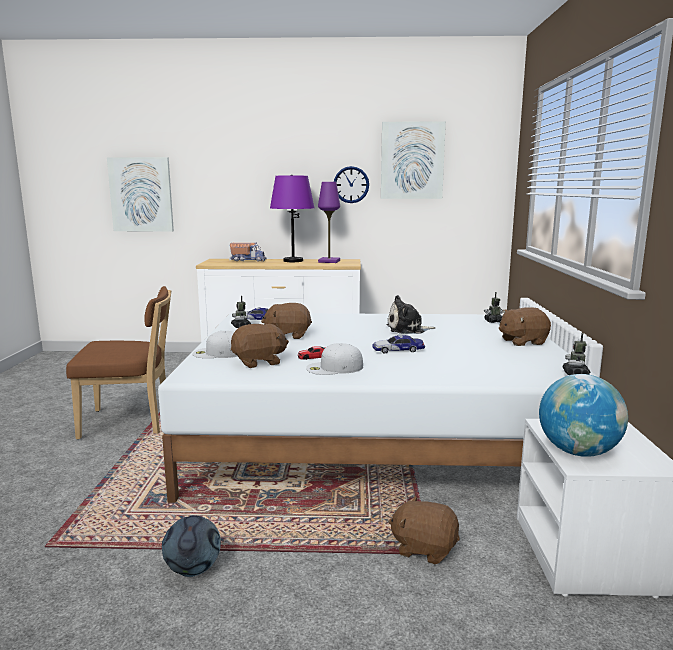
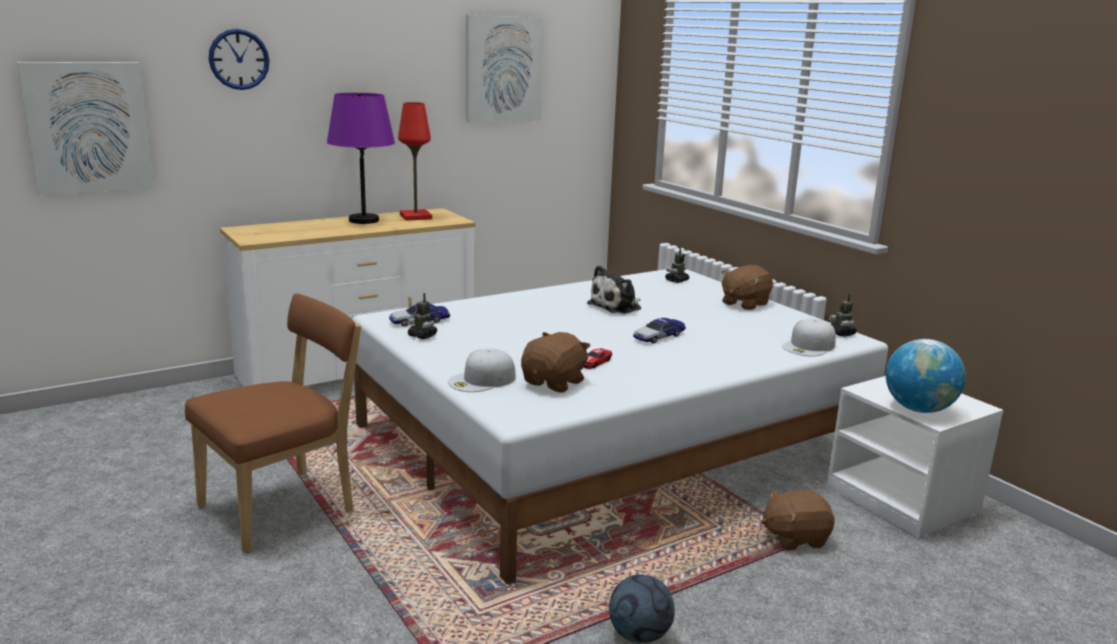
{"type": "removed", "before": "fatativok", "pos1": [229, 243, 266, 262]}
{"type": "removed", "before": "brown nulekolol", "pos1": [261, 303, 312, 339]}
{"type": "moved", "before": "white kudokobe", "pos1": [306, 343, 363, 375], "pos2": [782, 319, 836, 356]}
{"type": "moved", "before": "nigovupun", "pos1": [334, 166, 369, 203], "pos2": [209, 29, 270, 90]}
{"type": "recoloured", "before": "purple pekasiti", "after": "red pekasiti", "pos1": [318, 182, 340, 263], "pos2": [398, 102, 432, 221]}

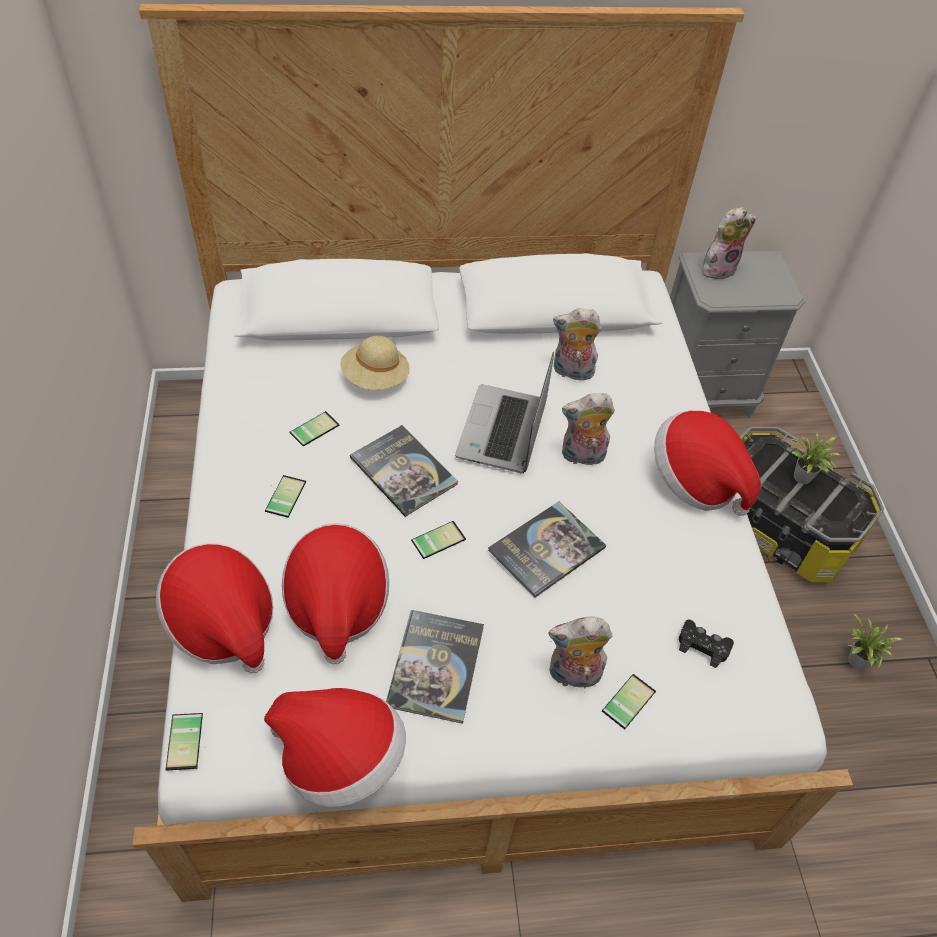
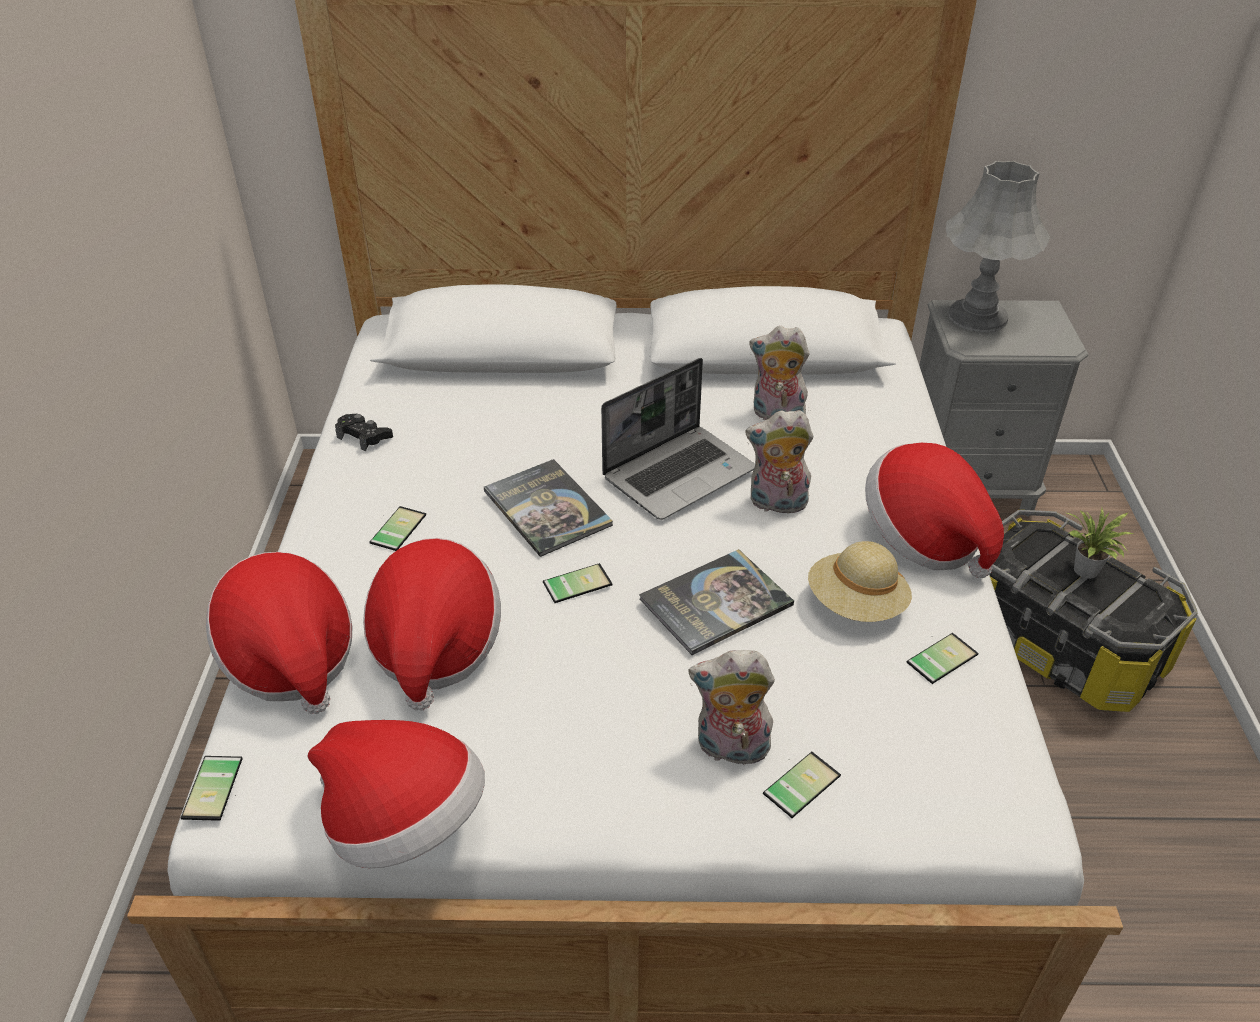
{"type": "removed", "before": "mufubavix", "pos1": [386, 610, 484, 724]}
{"type": "removed", "before": "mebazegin", "pos1": [848, 614, 903, 669]}
{"type": "moved", "before": "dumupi", "pos1": [290, 411, 340, 447], "pos2": [906, 633, 979, 684]}
{"type": "moved", "before": "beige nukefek", "pos1": [340, 336, 410, 390], "pos2": [808, 541, 912, 622]}
{"type": "moved", "before": "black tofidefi", "pos1": [679, 619, 734, 668], "pos2": [335, 414, 393, 452]}
{"type": "replaced", "before": "nulekolol", "after": "grey pekasiti", "pos1": [702, 207, 757, 279], "pos2": [946, 161, 1050, 332]}
{"type": "turned", "before": "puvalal", "pos1": [455, 352, 554, 473], "pos2": [601, 358, 755, 520], "turn": -150}

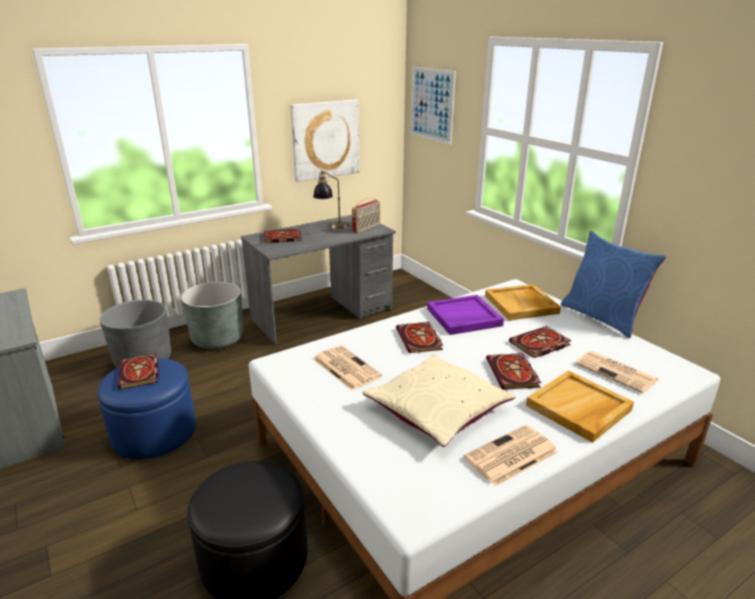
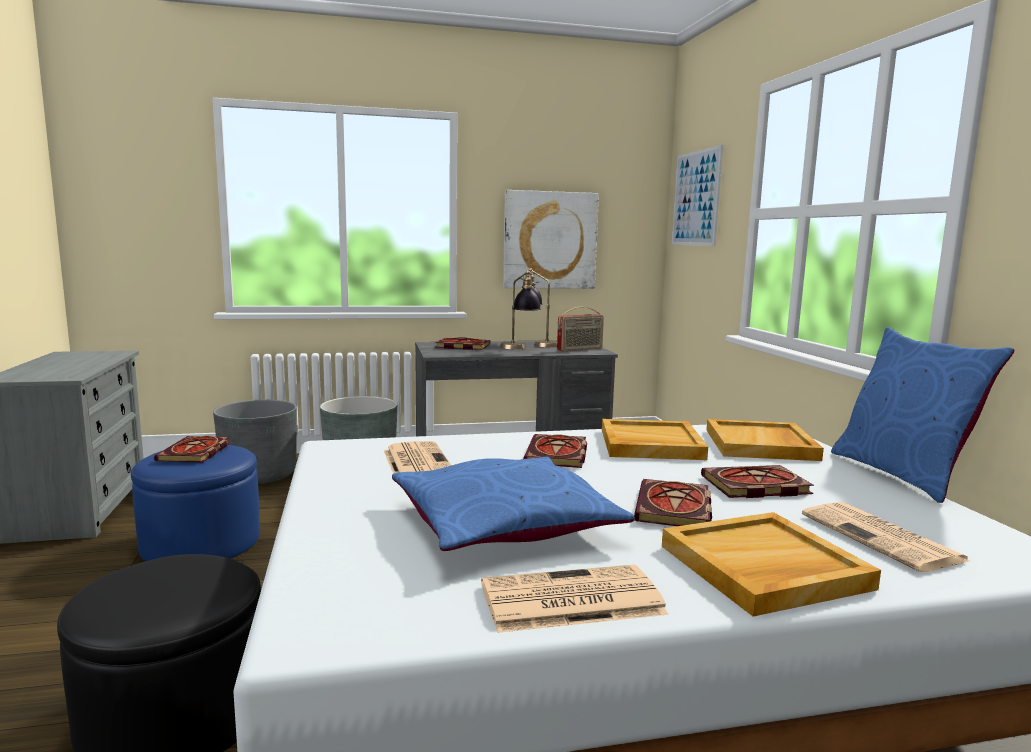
{"type": "added", "after": "pekasiti", "pos2": [500, 270, 541, 349]}
{"type": "recoloured", "before": "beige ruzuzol", "after": "blue ruzuzol", "pos1": [363, 354, 515, 447], "pos2": [392, 457, 635, 551]}
{"type": "recoloured", "before": "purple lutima", "after": "beige lutima", "pos1": [427, 295, 504, 335], "pos2": [602, 419, 708, 460]}

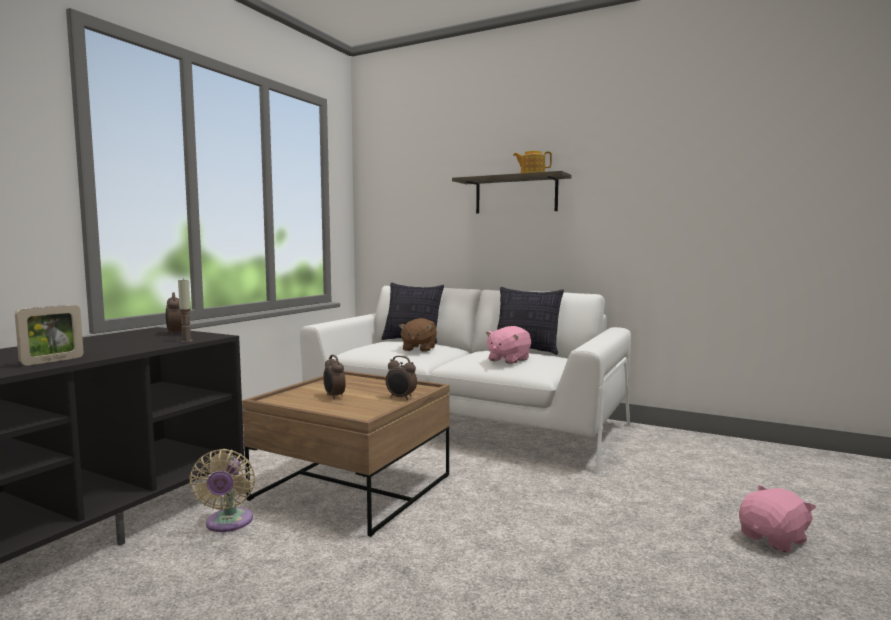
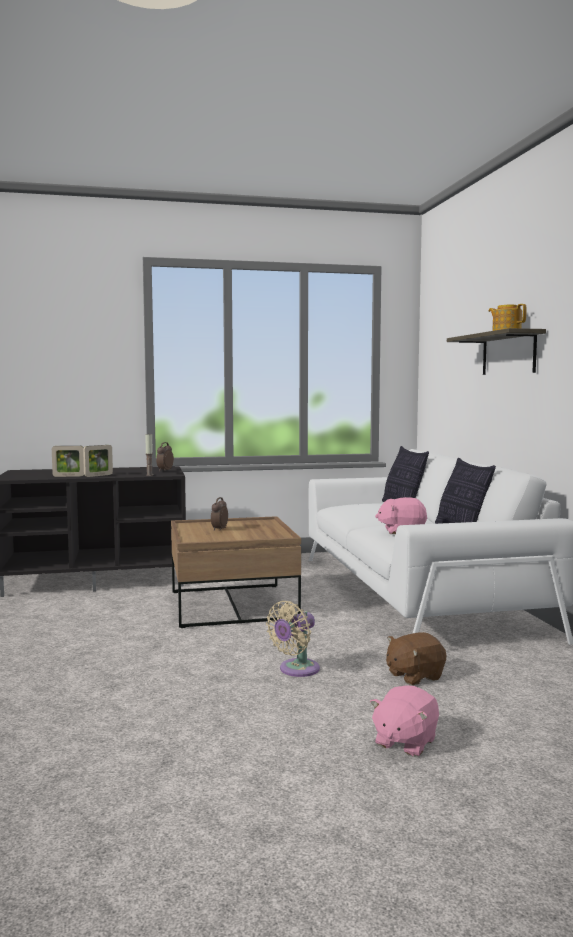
{"type": "removed", "before": "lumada", "pos1": [386, 356, 417, 400]}
{"type": "added", "after": "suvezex", "pos2": [83, 445, 113, 477]}
{"type": "moved", "before": "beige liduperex", "pos1": [189, 449, 255, 532], "pos2": [266, 601, 320, 677]}
{"type": "moved", "before": "brown nulekolol", "pos1": [399, 318, 437, 352], "pos2": [386, 632, 446, 685]}
{"type": "turned", "before": "pink nulekolol", "pos1": [739, 485, 816, 553], "pos2": [370, 685, 439, 757], "turn": 105}

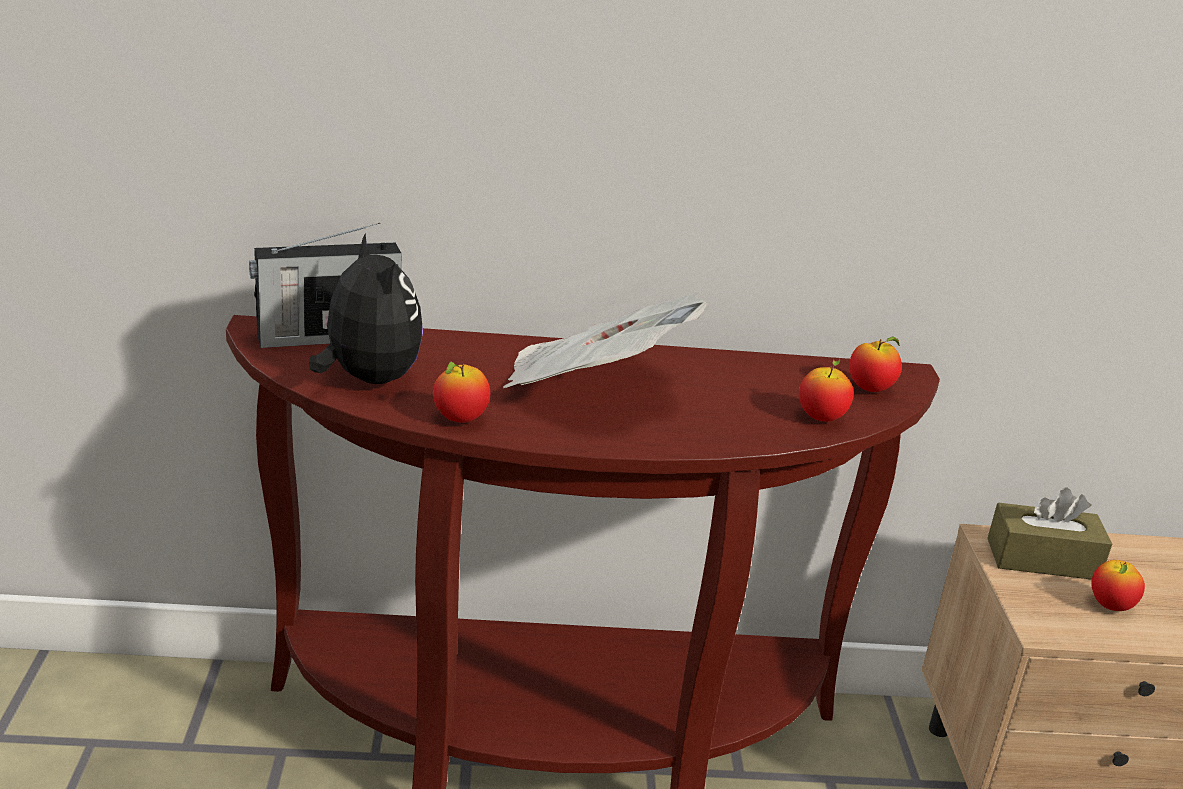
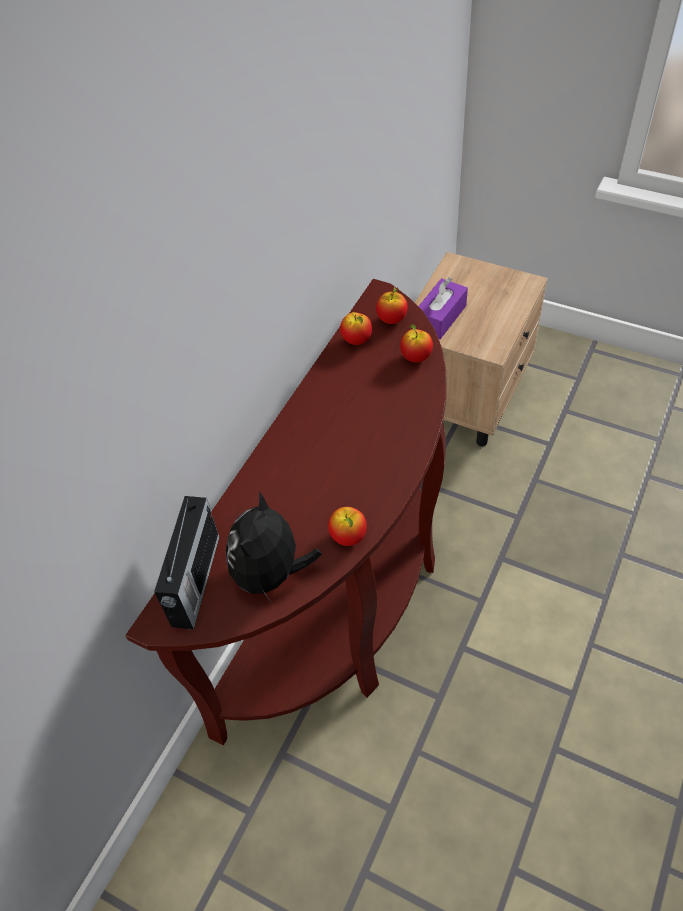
{"type": "removed", "before": "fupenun", "pos1": [503, 293, 707, 388]}
{"type": "moved", "before": "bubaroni", "pos1": [1092, 560, 1145, 611], "pos2": [340, 312, 372, 345]}
{"type": "recoloured", "before": "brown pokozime", "after": "purple pokozime", "pos1": [987, 487, 1112, 580], "pos2": [418, 278, 468, 339]}
{"type": "turned", "before": "nulekolol", "pos1": [309, 233, 423, 384], "pos2": [225, 491, 322, 606], "turn": -75}

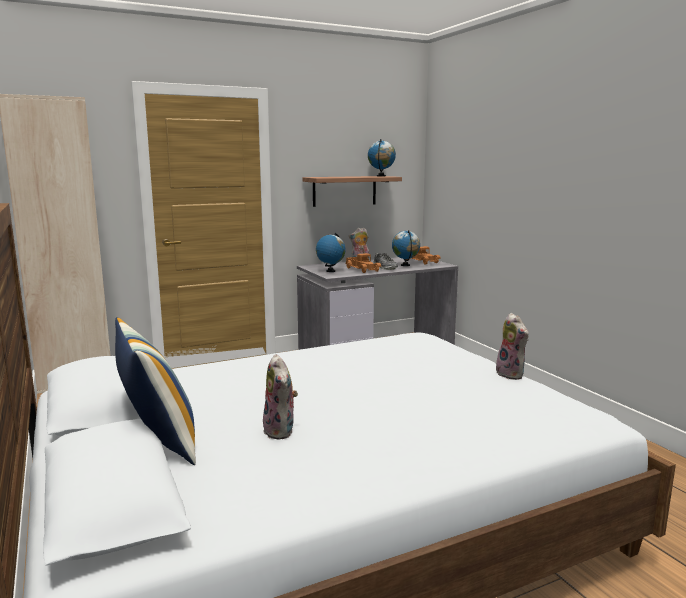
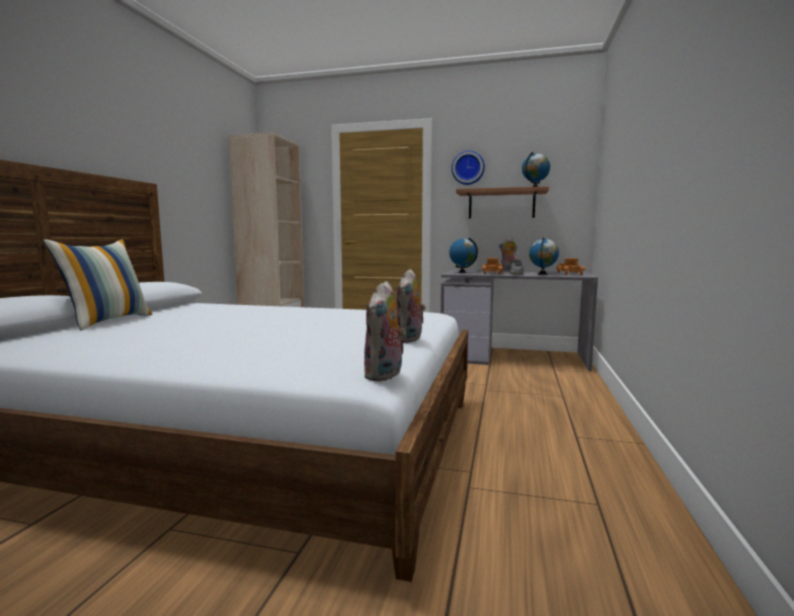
{"type": "added", "after": "nigovupun", "pos2": [452, 151, 485, 185]}
{"type": "moved", "before": "nulekolol", "pos1": [263, 354, 298, 440], "pos2": [364, 281, 406, 381]}

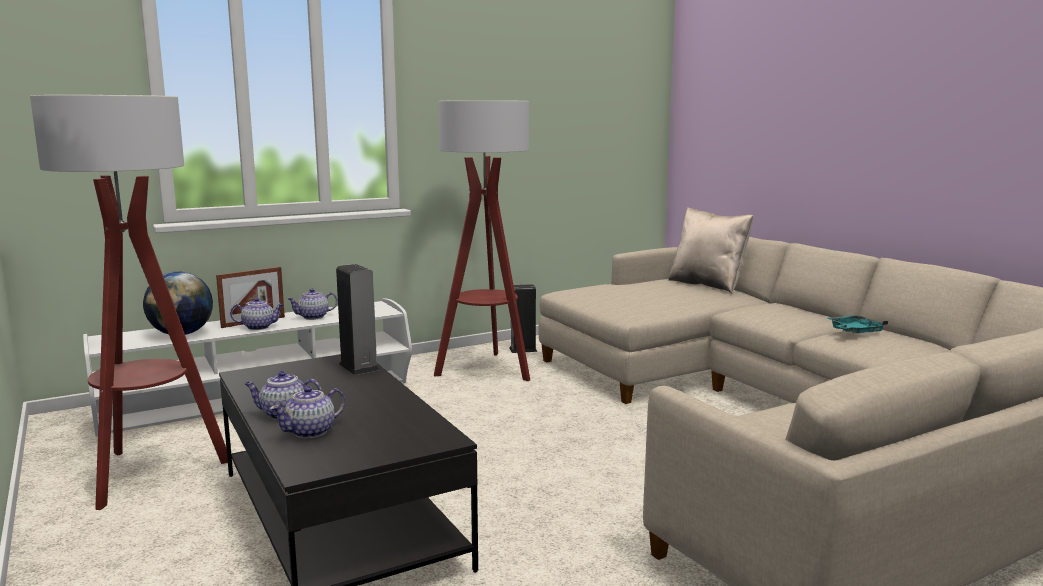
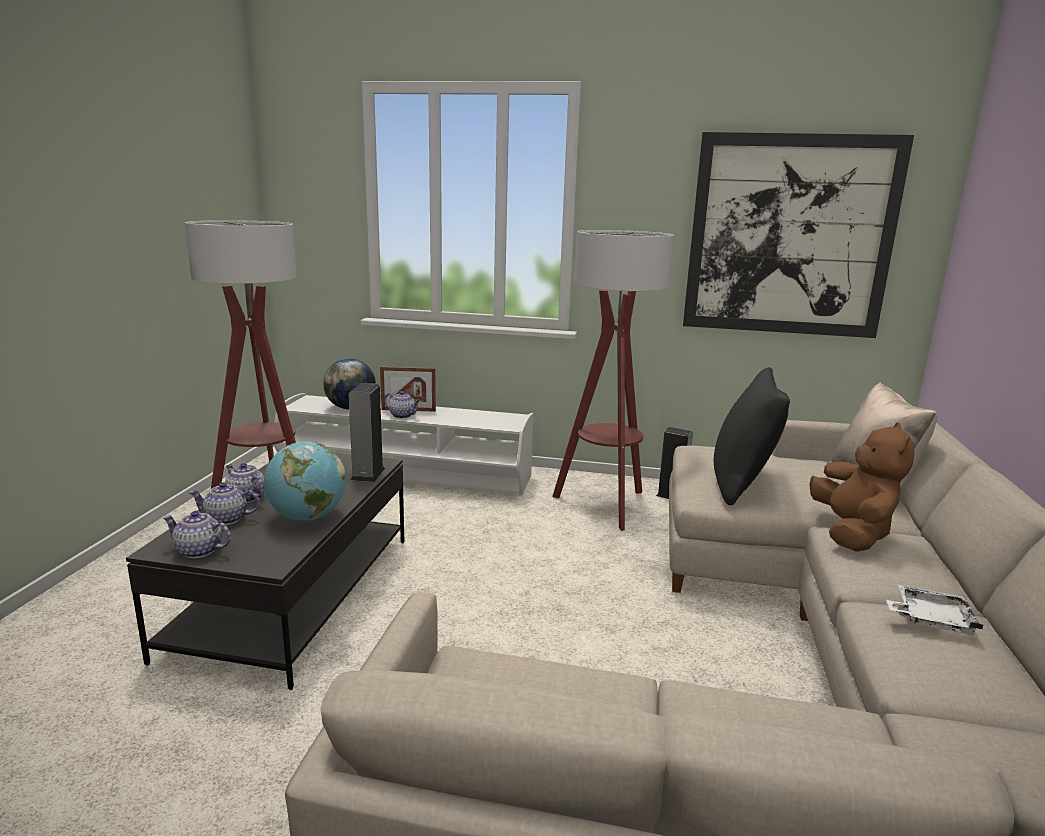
{"type": "added", "after": "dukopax", "pos2": [264, 442, 346, 521]}
{"type": "added", "after": "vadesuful", "pos2": [683, 132, 914, 338]}
{"type": "added", "after": "black ruzuzol", "pos2": [714, 367, 790, 506]}
{"type": "added", "after": "brown nulekolol", "pos2": [809, 422, 915, 552]}
{"type": "moved", "before": "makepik", "pos1": [287, 288, 338, 320], "pos2": [163, 511, 231, 558]}
{"type": "recoloured", "before": "turquoise lutima", "after": "white lutima", "pos1": [827, 315, 888, 333], "pos2": [886, 585, 983, 635]}

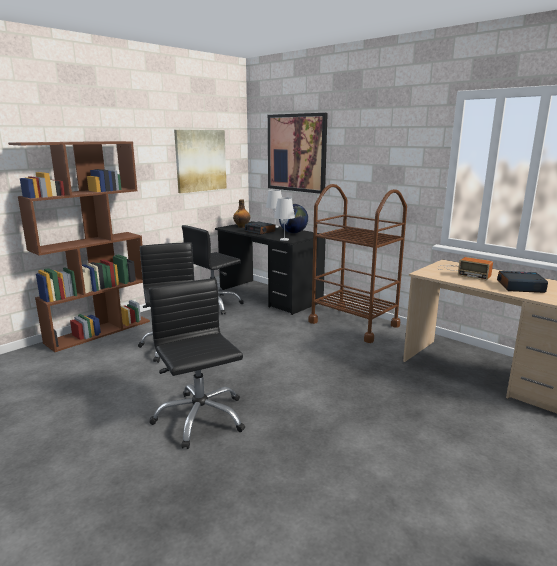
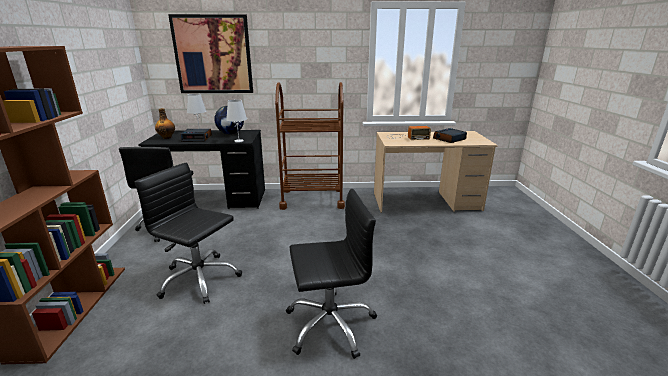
{"type": "removed", "before": "vadesuful", "pos1": [174, 130, 227, 193]}
{"type": "turned", "before": "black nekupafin", "pos1": [149, 278, 245, 449], "pos2": [286, 189, 377, 359], "turn": 150}

